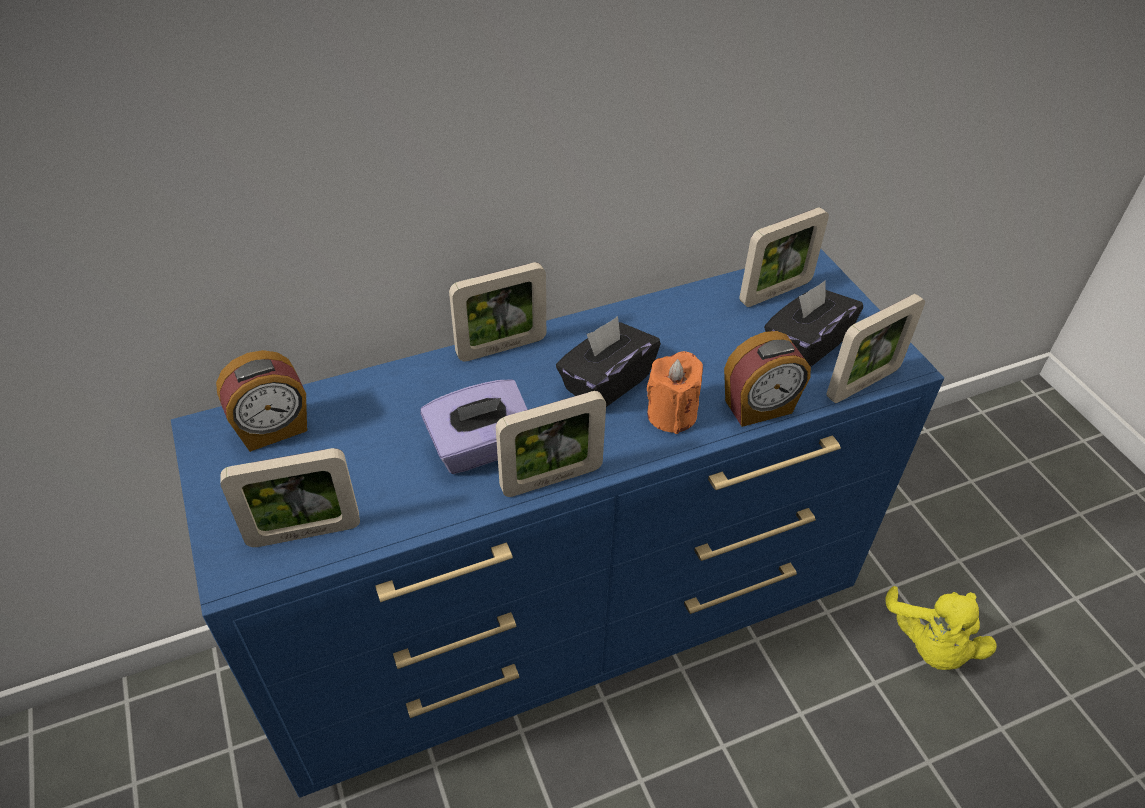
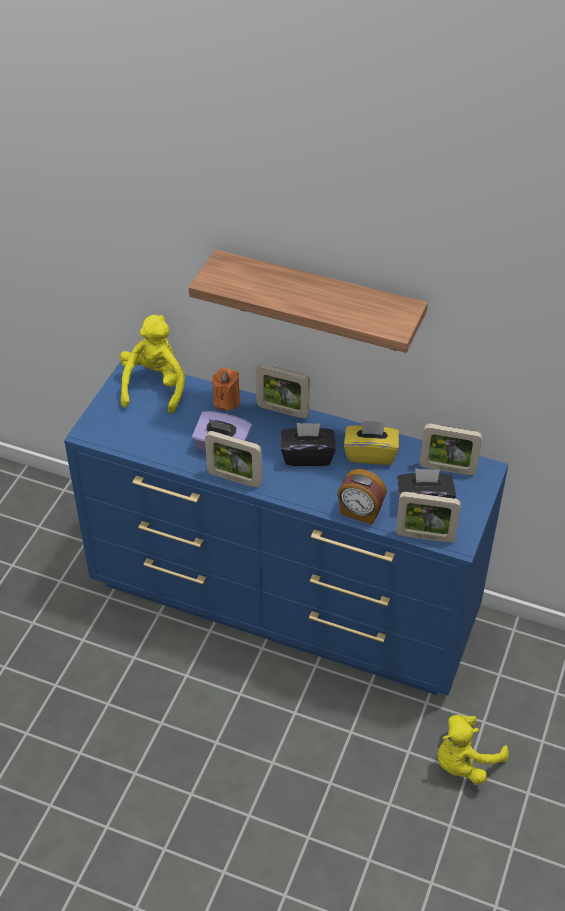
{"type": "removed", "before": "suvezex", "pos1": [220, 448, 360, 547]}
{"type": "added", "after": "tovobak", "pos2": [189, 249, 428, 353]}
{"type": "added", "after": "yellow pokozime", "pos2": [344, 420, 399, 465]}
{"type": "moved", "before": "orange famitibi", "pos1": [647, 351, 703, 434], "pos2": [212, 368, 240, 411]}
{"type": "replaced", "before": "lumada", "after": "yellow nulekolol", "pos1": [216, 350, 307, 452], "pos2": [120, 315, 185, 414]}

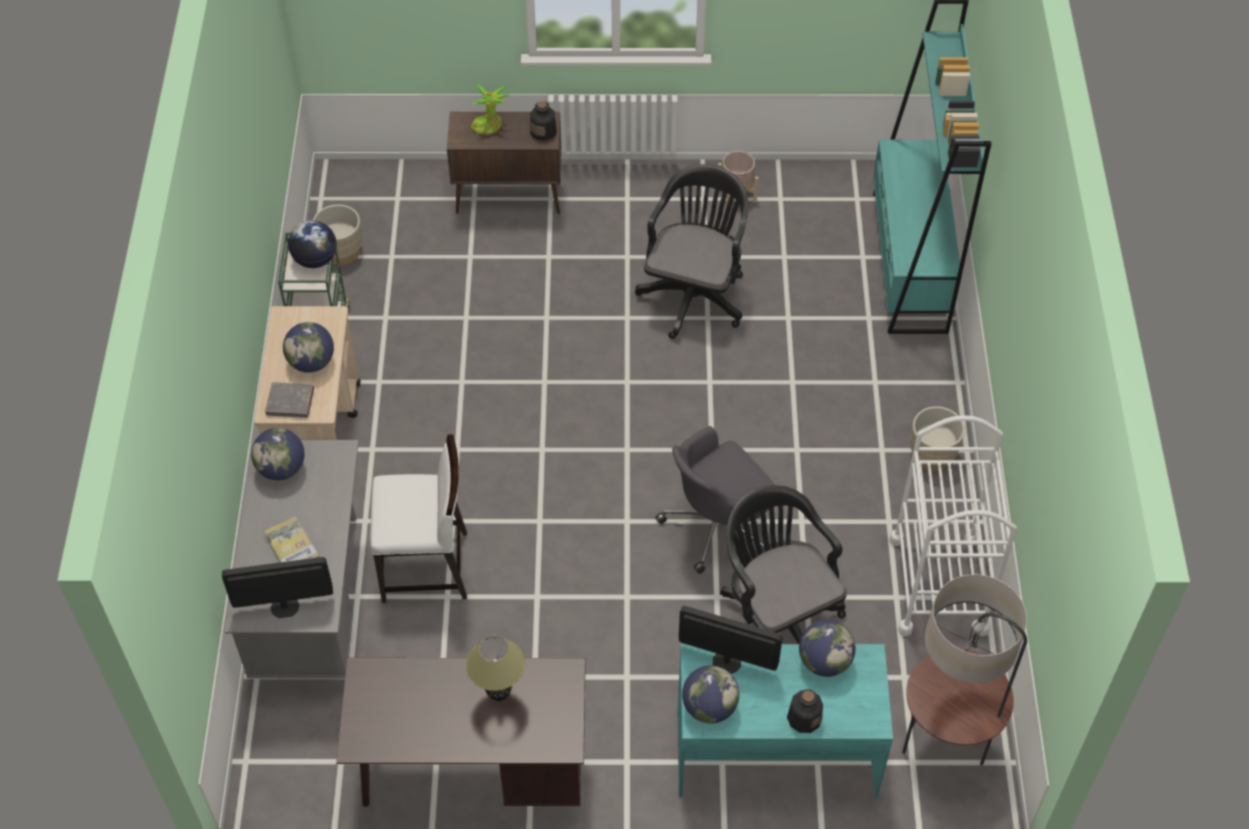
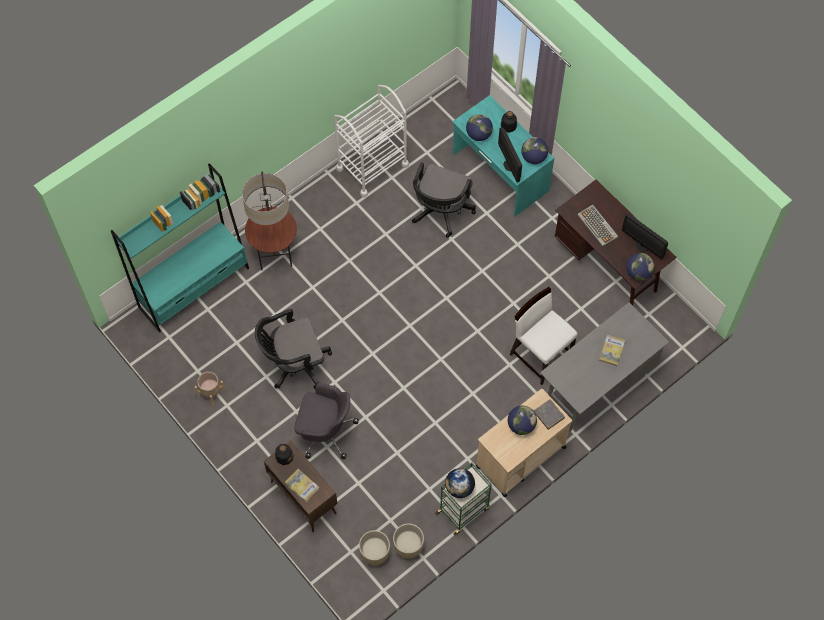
{"type": "moved", "before": "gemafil", "pos1": [222, 557, 333, 618], "pos2": [622, 214, 668, 259]}
{"type": "moved", "before": "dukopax", "pos1": [251, 428, 305, 480], "pos2": [626, 253, 655, 281]}
{"type": "moved", "before": "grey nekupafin", "pos1": [655, 426, 774, 574], "pos2": [294, 383, 359, 459]}
{"type": "moved", "before": "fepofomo", "pos1": [902, 574, 1027, 765], "pos2": [242, 172, 297, 270]}
{"type": "moved", "before": "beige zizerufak", "pos1": [910, 406, 965, 471], "pos2": [359, 530, 390, 566]}
{"type": "replaced", "before": "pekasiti", "after": "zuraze", "pos1": [466, 636, 525, 701], "pos2": [577, 205, 618, 247]}
{"type": "replaced", "before": "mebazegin", "after": "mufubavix", "pos1": [471, 82, 511, 135], "pos2": [285, 469, 320, 502]}

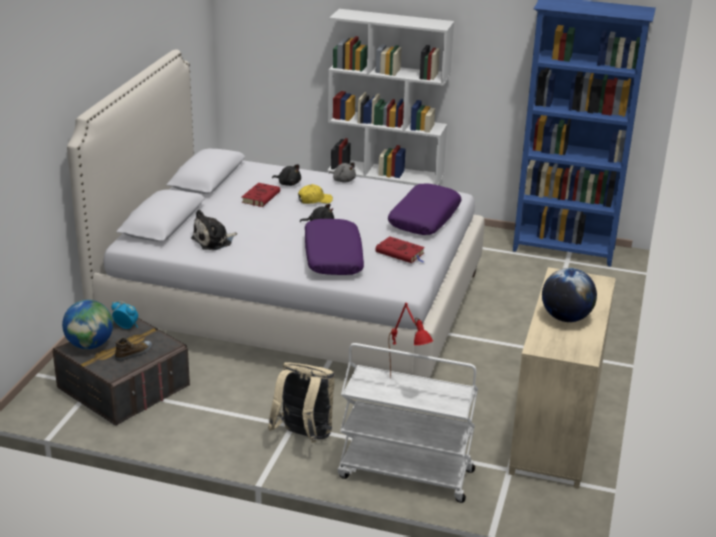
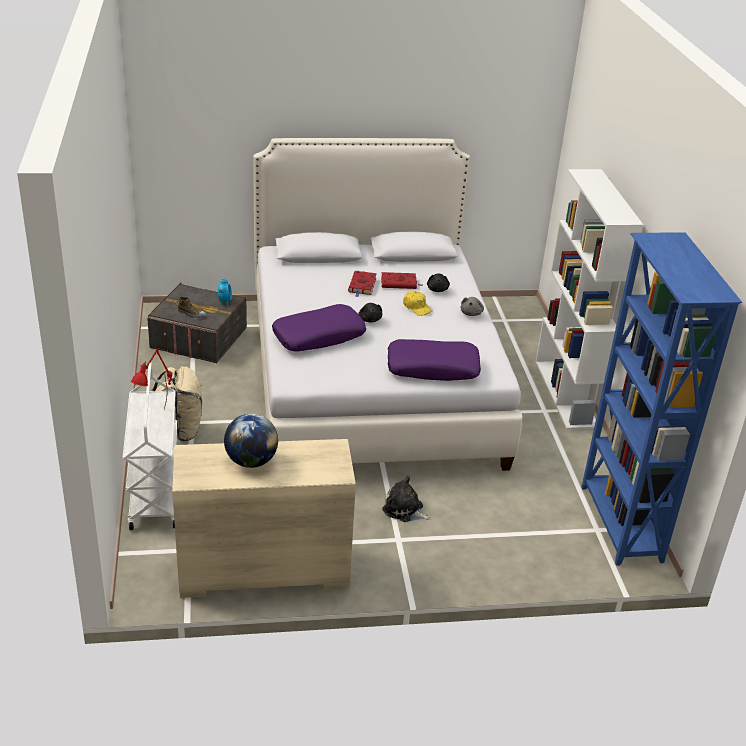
{"type": "removed", "before": "dukopax", "pos1": [62, 300, 113, 349]}
{"type": "moved", "before": "nulekolol", "pos1": [191, 210, 237, 251], "pos2": [382, 476, 431, 522]}
{"type": "moved", "before": "red mufubavix", "pos1": [375, 236, 425, 263], "pos2": [348, 271, 377, 297]}

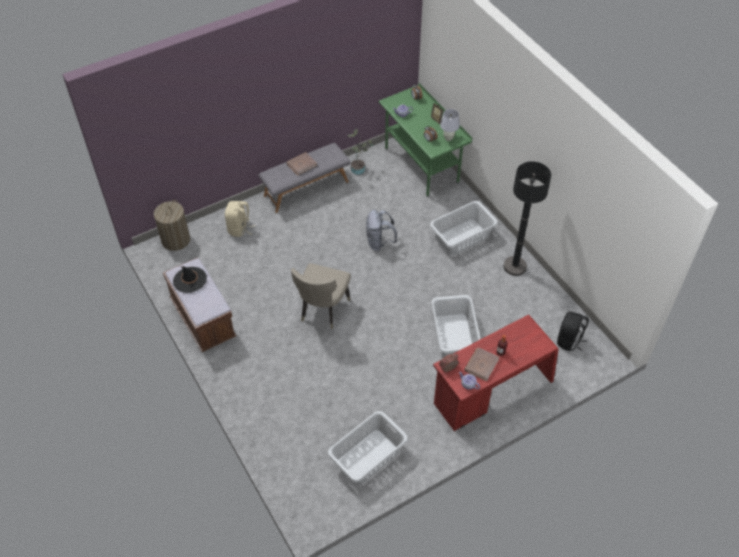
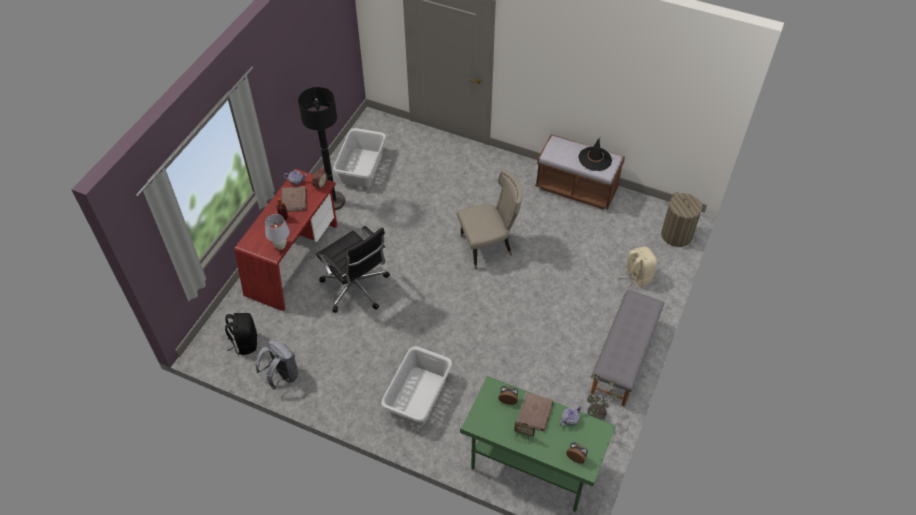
{"type": "moved", "before": "brown mufubavix", "pos1": [286, 152, 317, 176], "pos2": [517, 392, 554, 431]}
{"type": "moved", "before": "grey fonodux", "pos1": [366, 210, 397, 251], "pos2": [256, 340, 298, 390]}
{"type": "moved", "before": "white pekasiti", "pos1": [440, 109, 460, 141], "pos2": [265, 214, 290, 250]}
{"type": "moved", "before": "black fepofomo", "pos1": [503, 161, 551, 276], "pos2": [298, 87, 345, 210]}
{"type": "replaced", "before": "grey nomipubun", "after": "black nekupafin", "pos1": [431, 295, 480, 357], "pos2": [316, 226, 390, 313]}
{"type": "turned", "before": "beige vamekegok", "pos1": [291, 263, 351, 329], "pos2": [457, 169, 523, 270], "turn": 90}

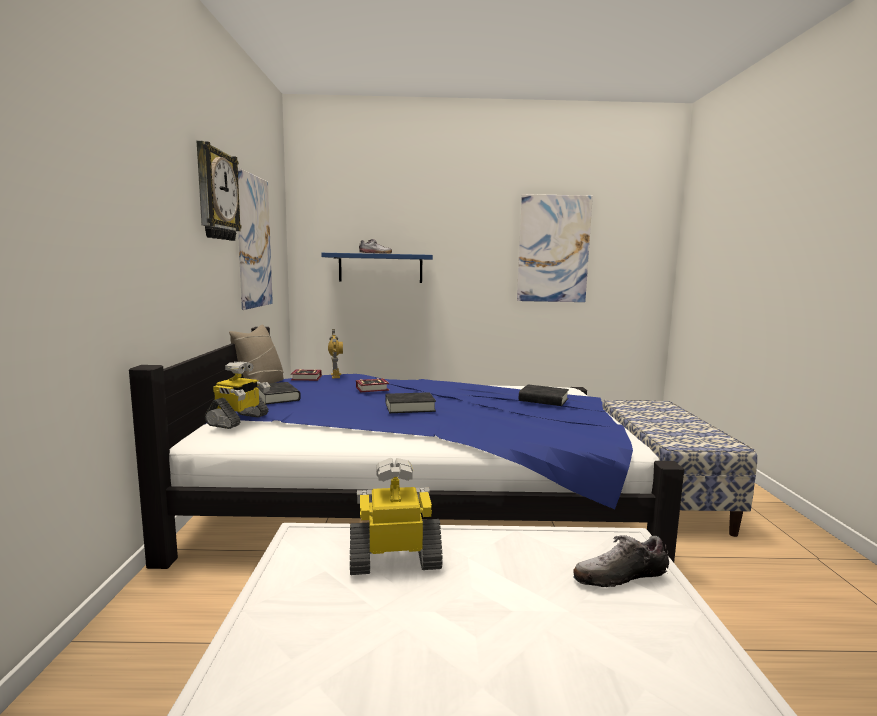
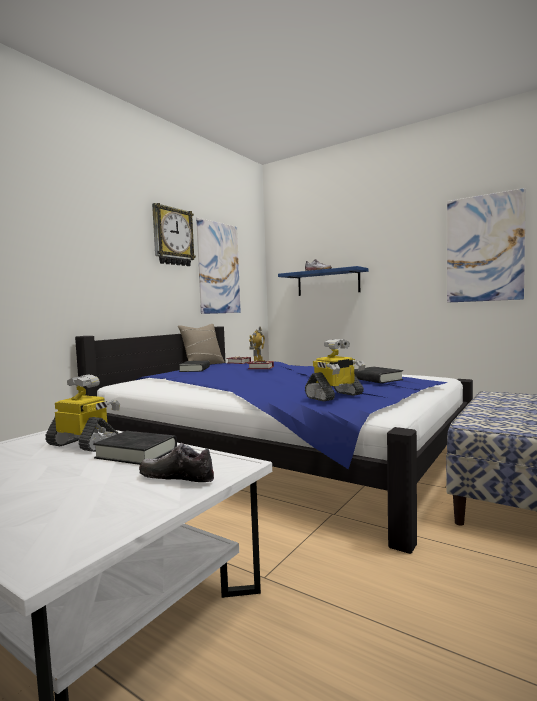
{"type": "moved", "before": "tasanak", "pos1": [205, 361, 270, 429], "pos2": [305, 339, 365, 402]}
{"type": "moved", "before": "black mufubavix", "pos1": [386, 392, 436, 413], "pos2": [93, 431, 177, 465]}

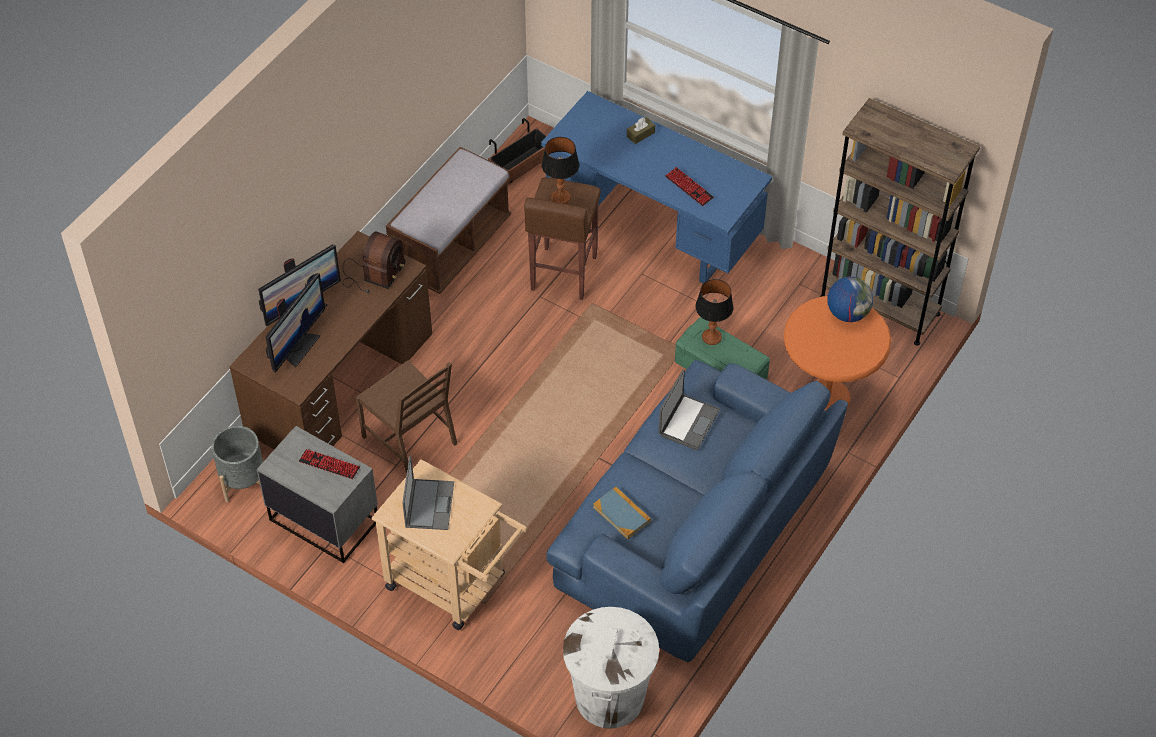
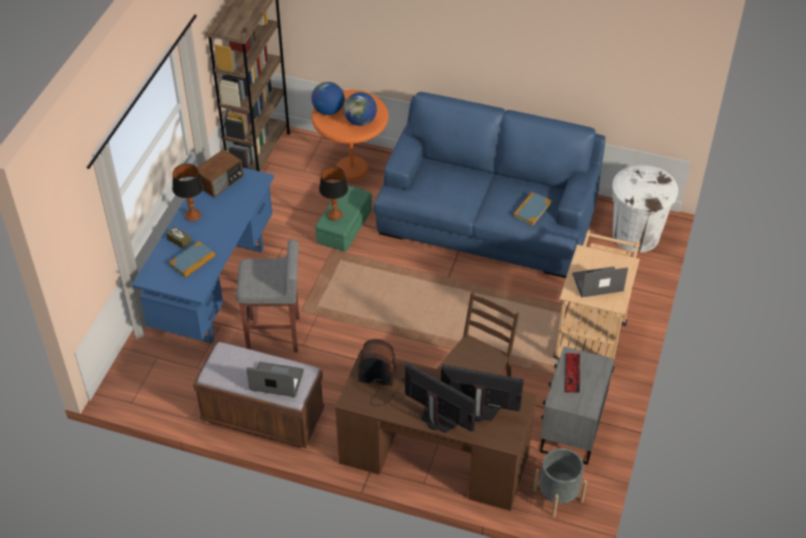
{"type": "removed", "before": "zizerufak", "pos1": [488, 118, 547, 184]}
{"type": "removed", "before": "zuraze", "pos1": [665, 167, 714, 206]}
{"type": "added", "after": "mufubavix", "pos2": [169, 241, 215, 278]}
{"type": "added", "after": "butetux", "pos2": [197, 149, 243, 197]}
{"type": "added", "after": "dukopax", "pos2": [344, 92, 377, 126]}
{"type": "moved", "before": "pekasiti", "pos1": [542, 137, 579, 204], "pos2": [172, 164, 204, 221]}
{"type": "moved", "before": "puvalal", "pos1": [658, 370, 720, 450], "pos2": [247, 362, 304, 397]}
{"type": "recoloured", "before": "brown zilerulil", "after": "grey zilerulil", "pos1": [524, 177, 601, 300], "pos2": [236, 239, 299, 353]}

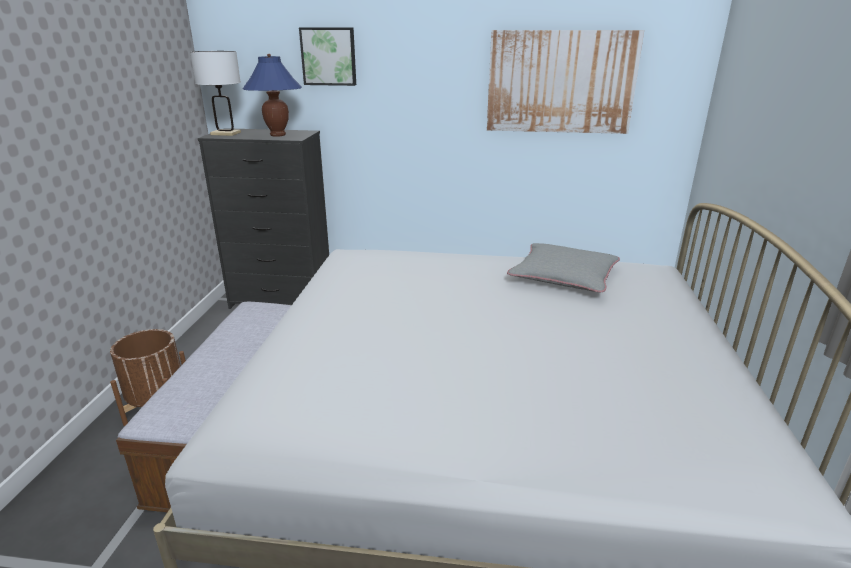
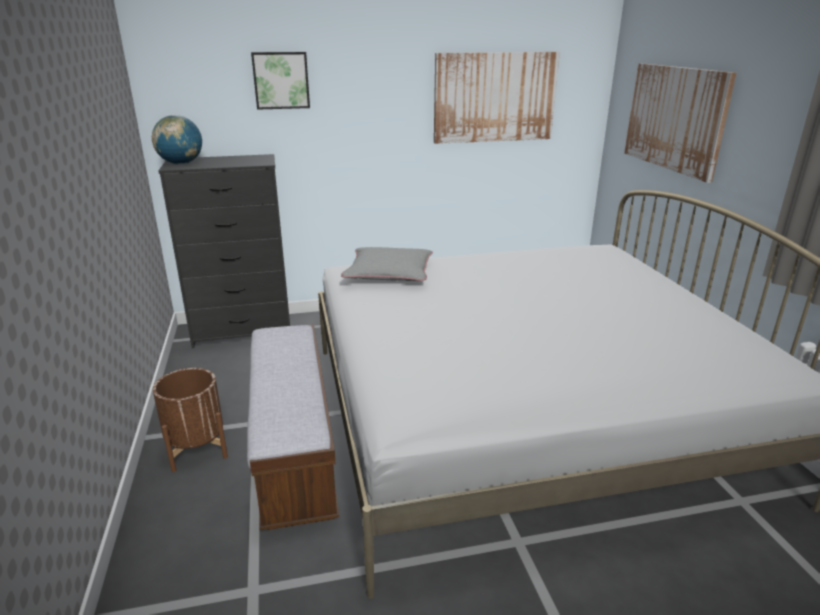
{"type": "removed", "before": "blue pekasiti", "pos1": [243, 54, 302, 137]}
{"type": "added", "after": "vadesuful", "pos2": [624, 63, 736, 183]}
{"type": "moved", "before": "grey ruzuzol", "pos1": [507, 243, 620, 292], "pos2": [341, 247, 433, 281]}
{"type": "replaced", "before": "white pekasiti", "after": "dukopax", "pos1": [190, 51, 241, 136], "pos2": [152, 115, 202, 165]}

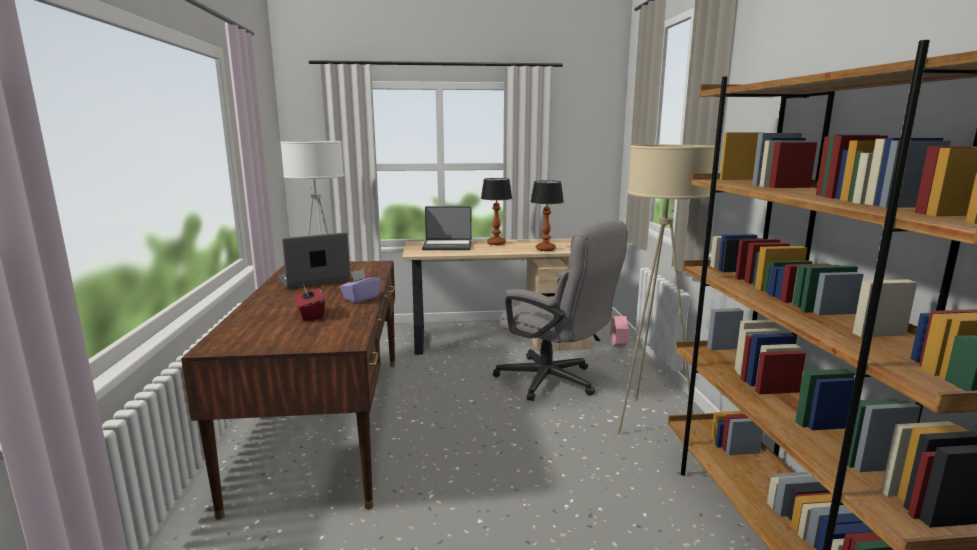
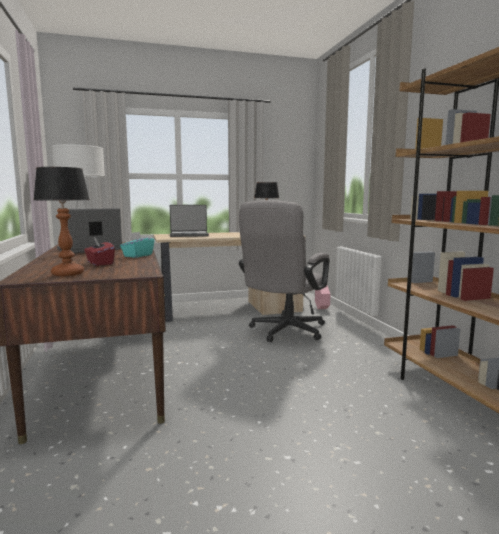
{"type": "removed", "before": "beige fepofomo", "pos1": [617, 145, 715, 434]}
{"type": "moved", "before": "pekasiti", "pos1": [481, 178, 512, 245], "pos2": [34, 167, 90, 276]}
{"type": "recoloured", "before": "purple pokozime", "after": "turquoise pokozime", "pos1": [339, 269, 381, 303], "pos2": [120, 232, 155, 258]}
{"type": "turned", "before": "grey nekupafin", "pos1": [493, 220, 628, 401], "pos2": [239, 200, 330, 342], "turn": 90}

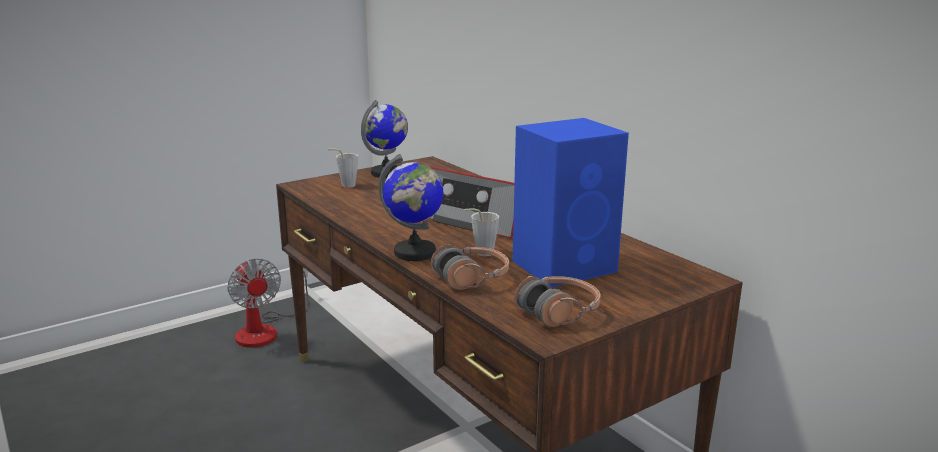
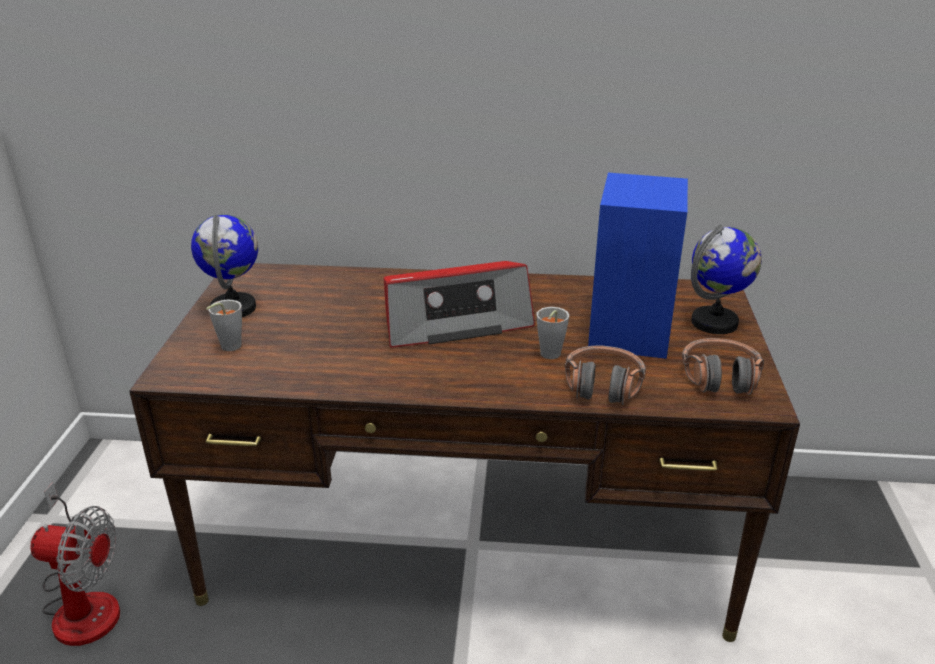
{"type": "moved", "before": "dukopax", "pos1": [378, 154, 443, 261], "pos2": [691, 224, 762, 334]}

